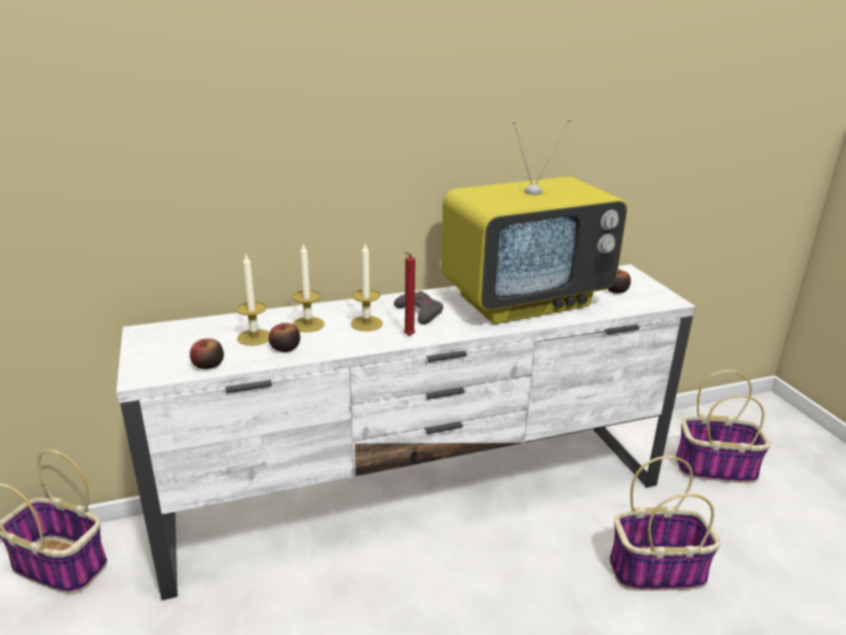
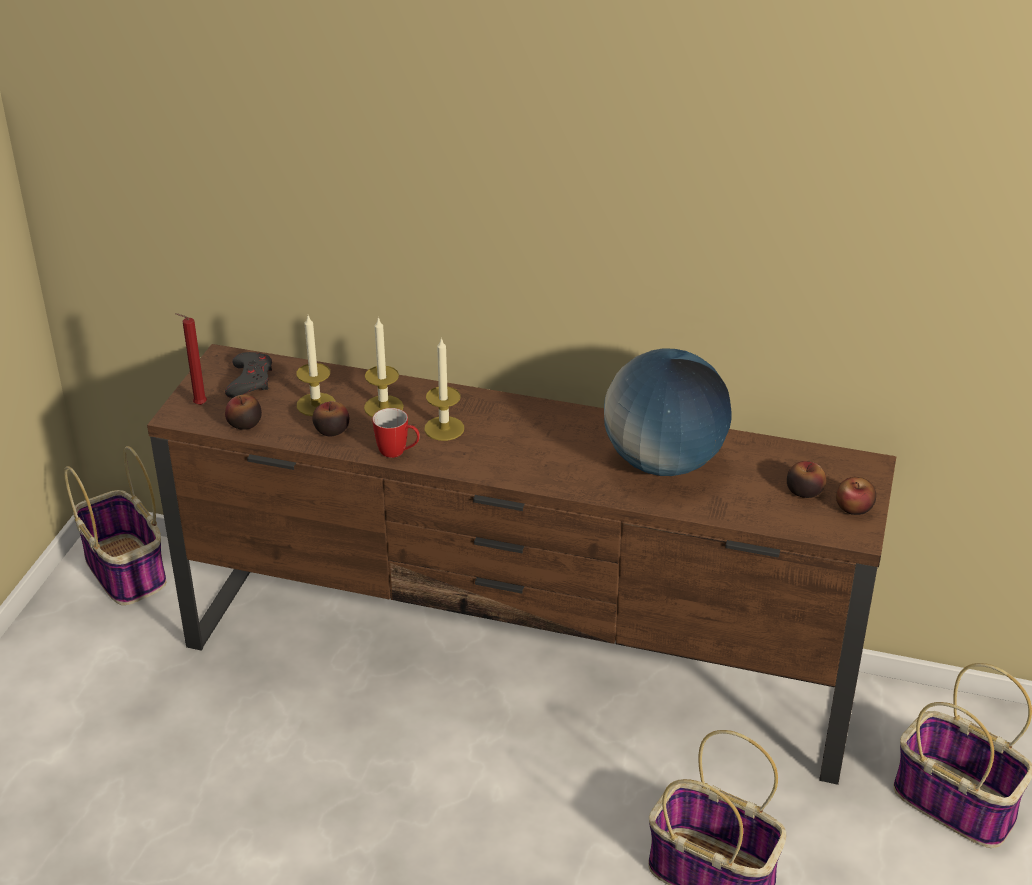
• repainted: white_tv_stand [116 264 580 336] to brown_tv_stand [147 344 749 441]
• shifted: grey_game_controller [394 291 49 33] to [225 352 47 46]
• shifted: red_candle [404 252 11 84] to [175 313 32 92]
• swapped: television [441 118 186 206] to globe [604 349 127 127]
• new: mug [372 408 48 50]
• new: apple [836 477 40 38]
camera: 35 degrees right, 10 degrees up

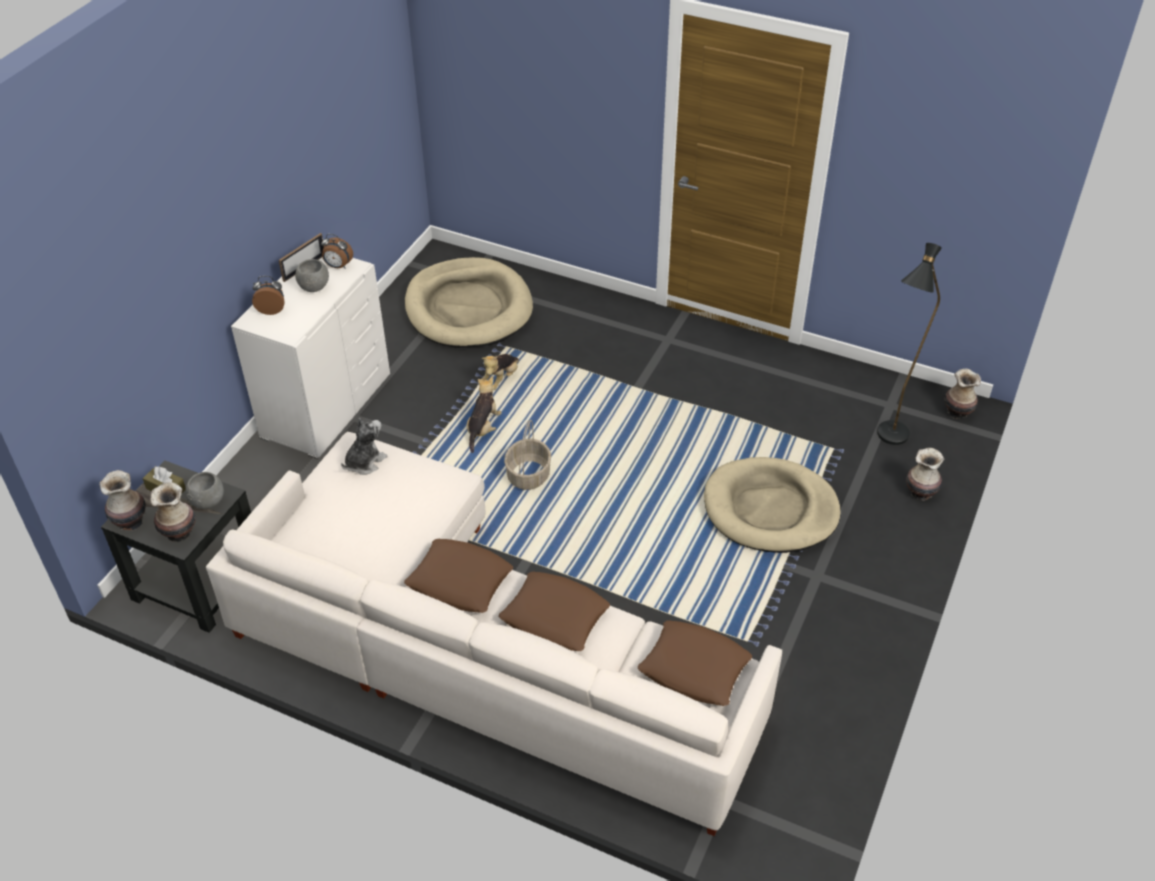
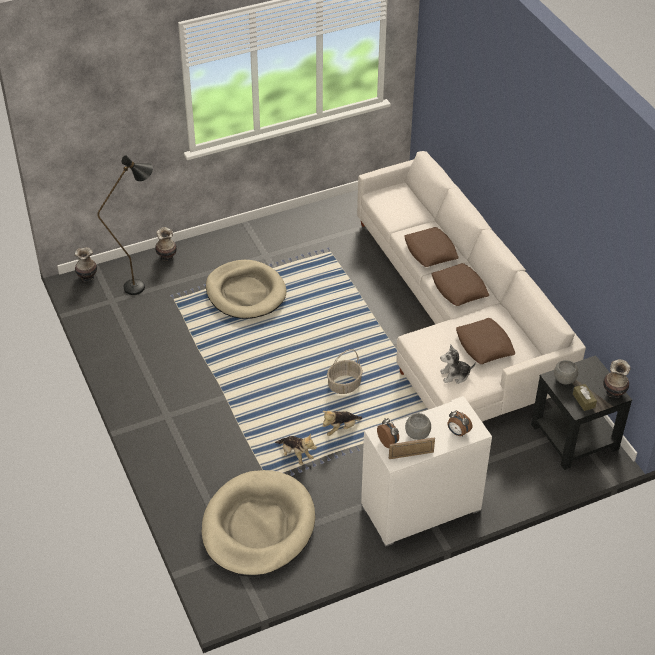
• gone: vase [150 482 45 60]
• rotated: plush_toy [481 354 38 36] = [275 434 42 31] 60 degrees clockwise
• shifted: brown_pillow [638 620 114 86] to [456 318 60 46]
camera: 140 degrees left, 0 degrees up

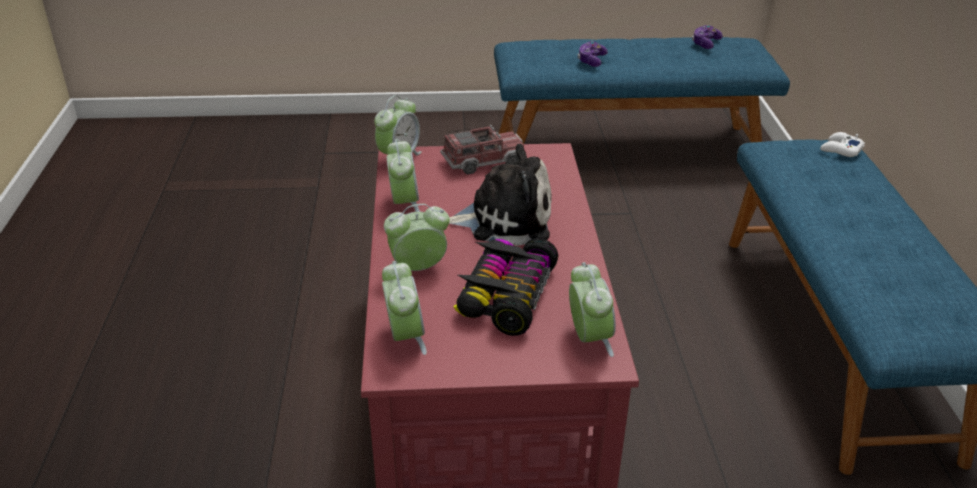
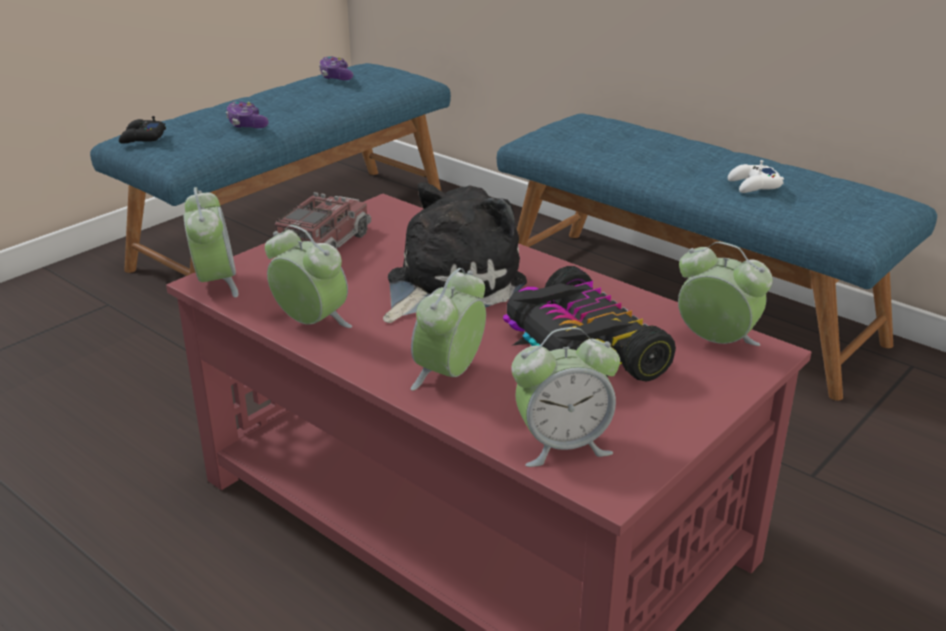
• rotated: alarm_clock [382 261 45 94] = [511 327 109 140] 135 degrees clockwise
• shifted: white_game_controller [820 132 45 25] to [728 160 56 33]
• new: black_game_controller [119 116 47 28]
camera: 45 degrees left, 5 degrees down

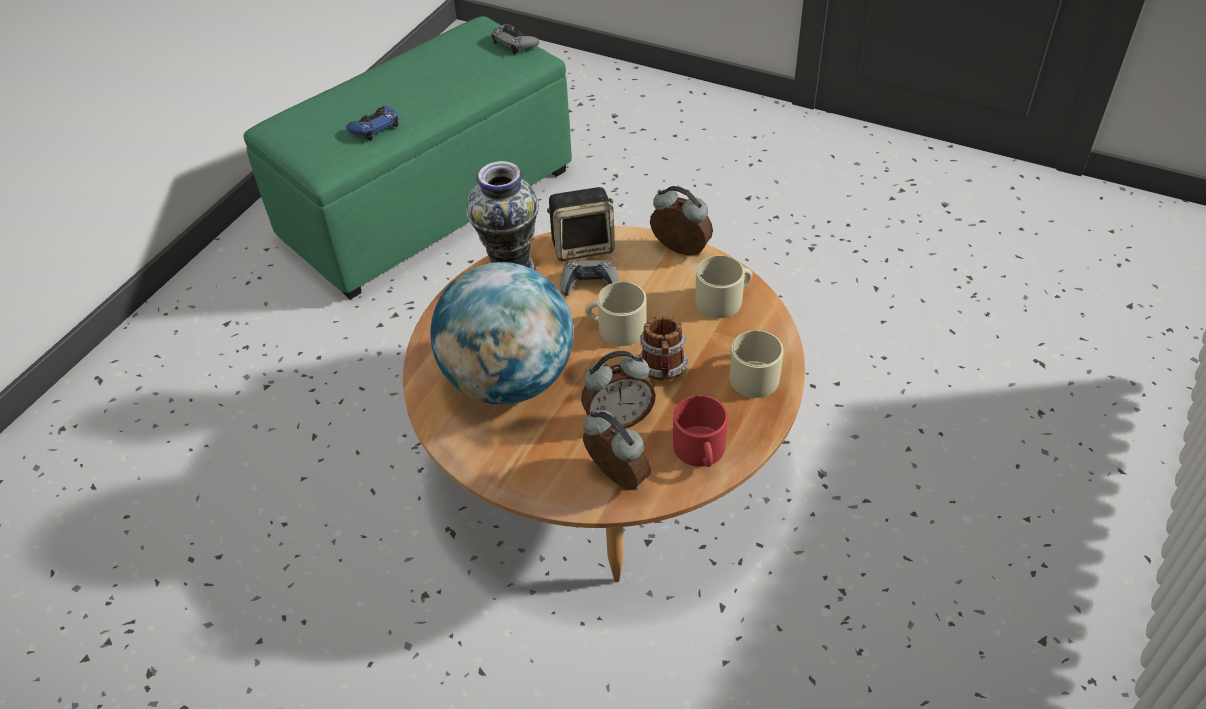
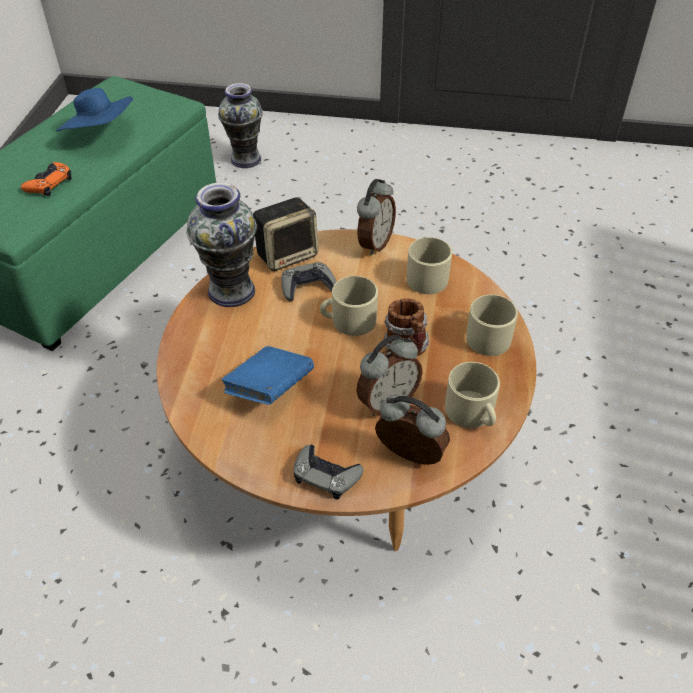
• repainted: blue_game_controller [346 106 52 35] to orange_game_controller [21 162 51 34]
• swapped: globe [430 262 143 143] to blue_book [221 346 93 59]
• shifted: grey_game_controller [492 24 47 30] to [294 445 70 55]
• rotated: alarm_clock [650 186 63 69] = [357 179 39 77] 105 degrees clockwise
• repainted: red_mug [673 395 55 72] to beige_mug [445 362 55 66]
• new: blue_hat [56 88 77 43]
• new: vase [218 83 45 85]
camera: 20 degrees left, 0 degrees up

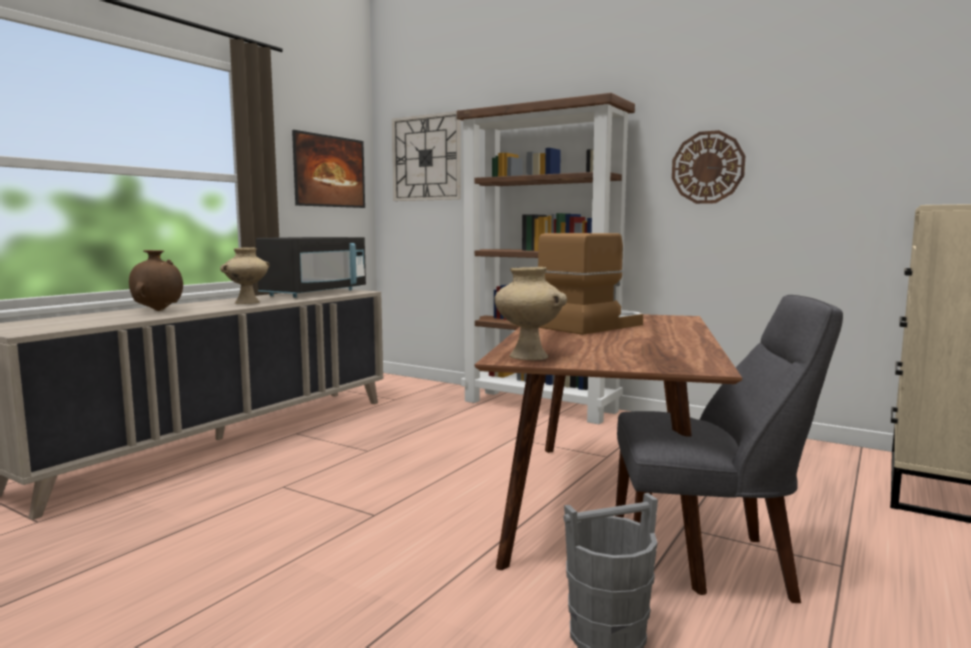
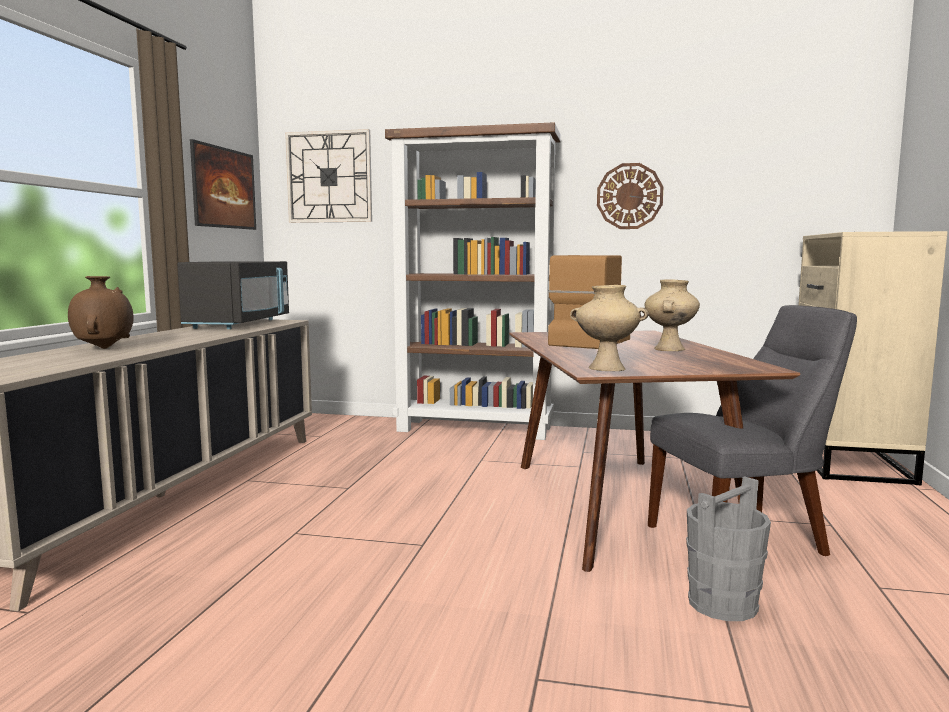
• shifted: beige_vase [220 247 50 57] to [645 279 55 72]
camera: 20 degrees left, 0 degrees up

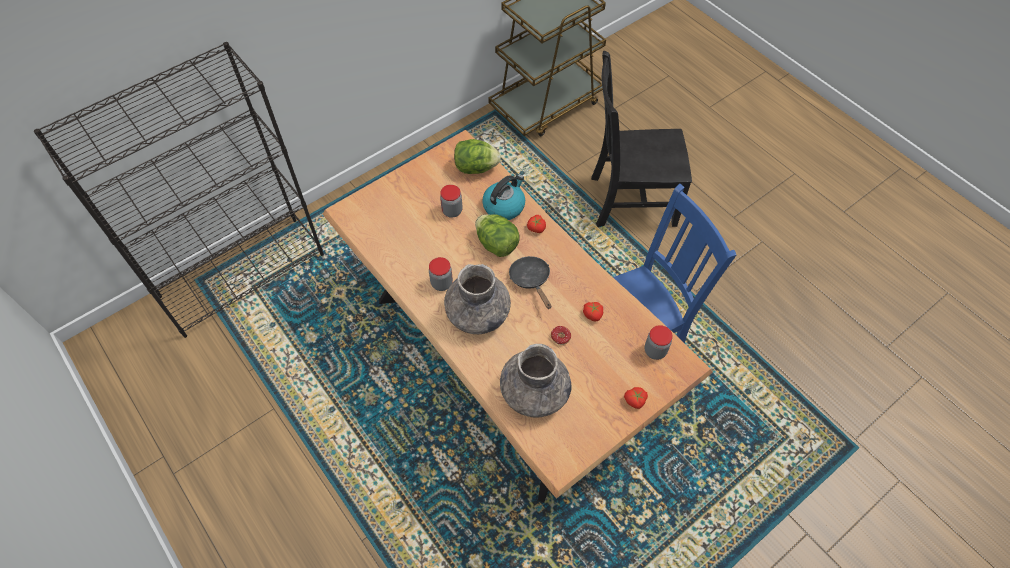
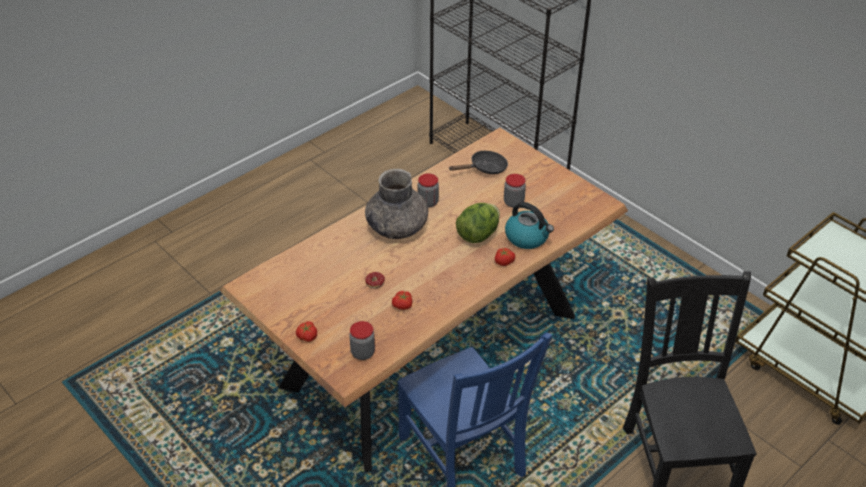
• gone: lettuce [454 139 47 35]
• gone: grey_vase [500 344 72 74]
• shifted: black_frying_pan [509 256 42 53] to [449 151 59 23]
camera: 85 degrees right, 15 degrees down

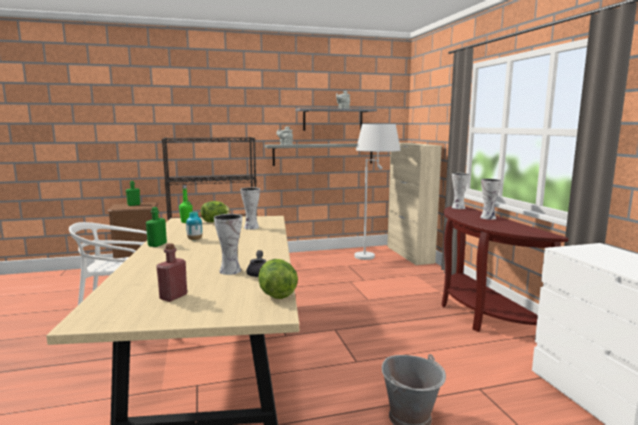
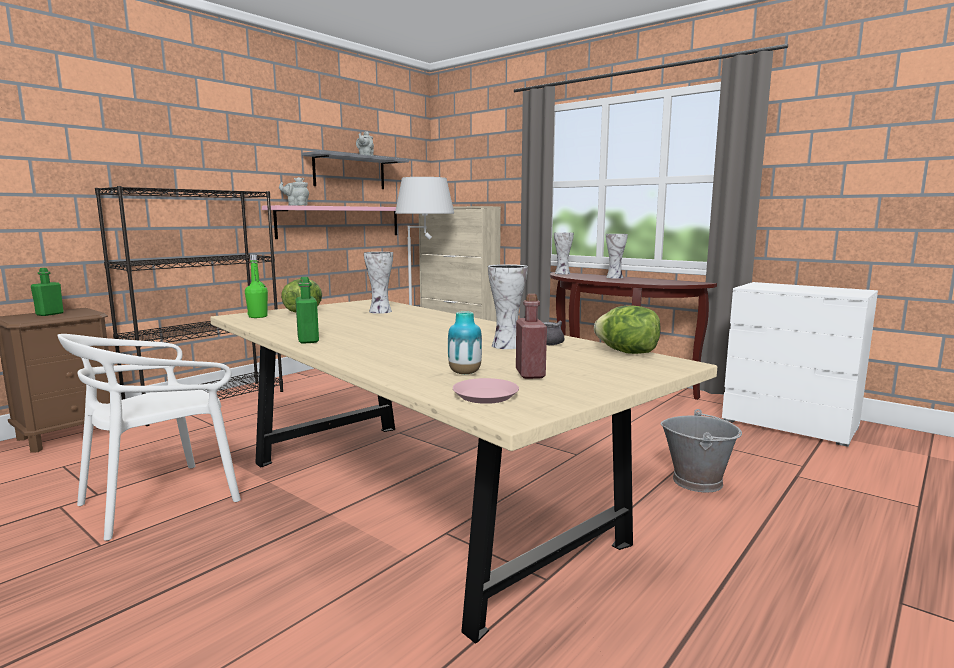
• shifted: vase [186 212 17 28] to [448 311 34 63]
• repainted: grey_shelf [264 144 108 22] to pink_shelf [262 205 135 34]
• new: pink_plate [453 378 66 26]
camera: 35 degrees left, 0 degrees up

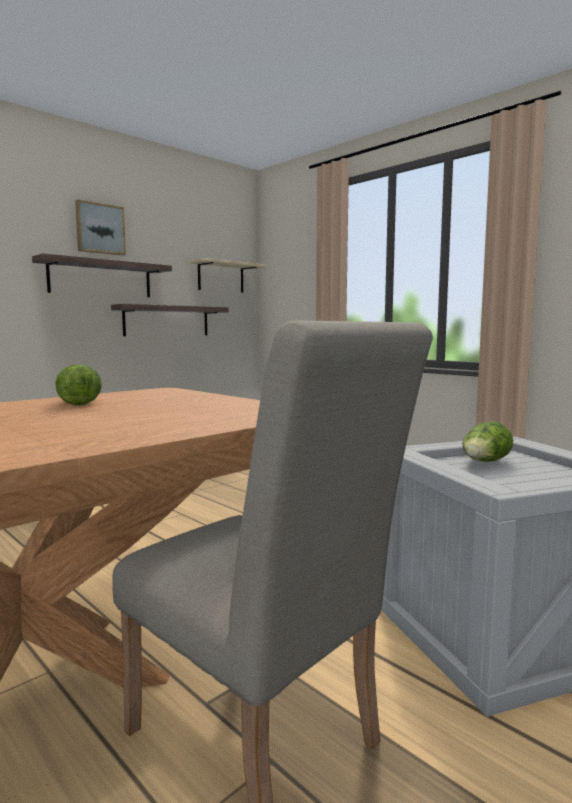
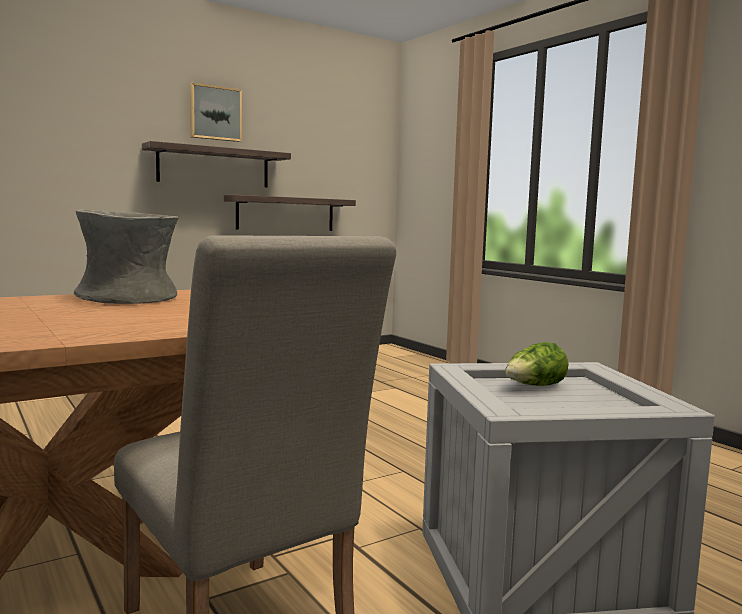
• swapped: lettuce [55 364 47 41] to grey_vase [74 209 104 95]
• gone: beige_shelf [189 258 78 35]
camera: 10 degrees right, 0 degrees up

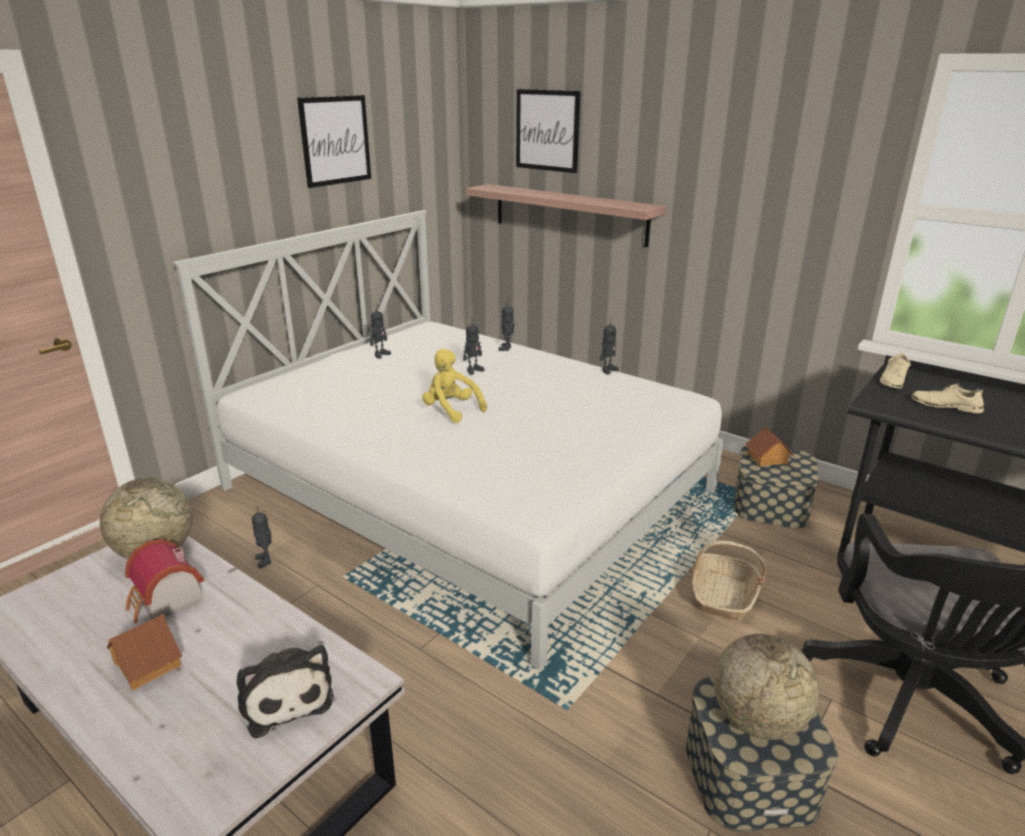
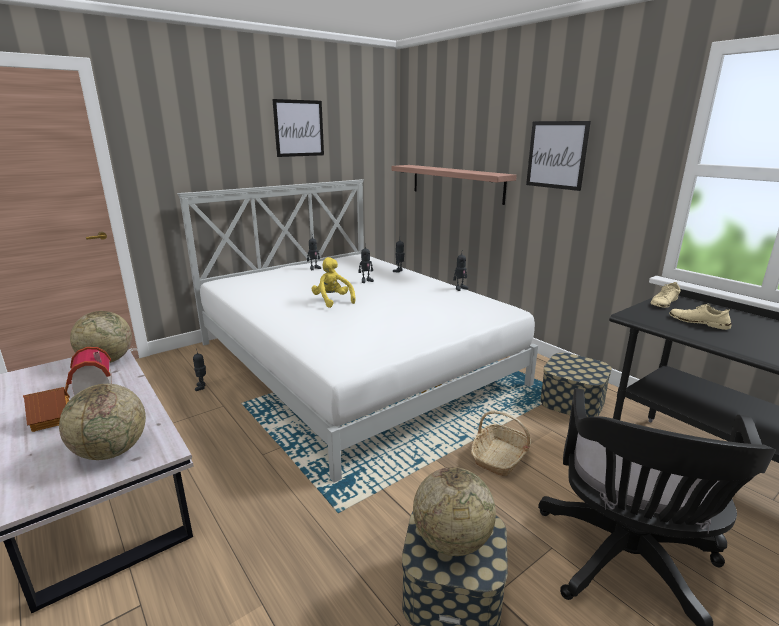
• swapped: plush_toy [237 645 97 94] to globe [59 384 87 76]
• shifted: picture [516 89 65 84] to [526 121 65 70]
• gone: toy_house [745 426 49 41]
camera: 15 degrees right, 5 degrees down

